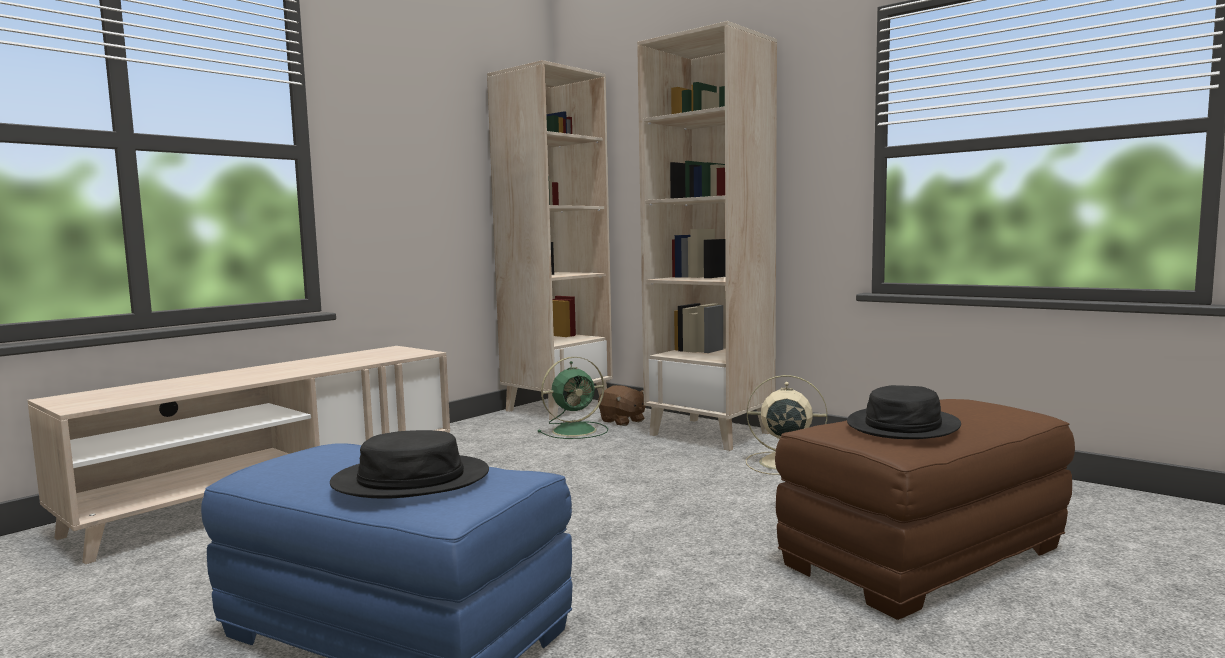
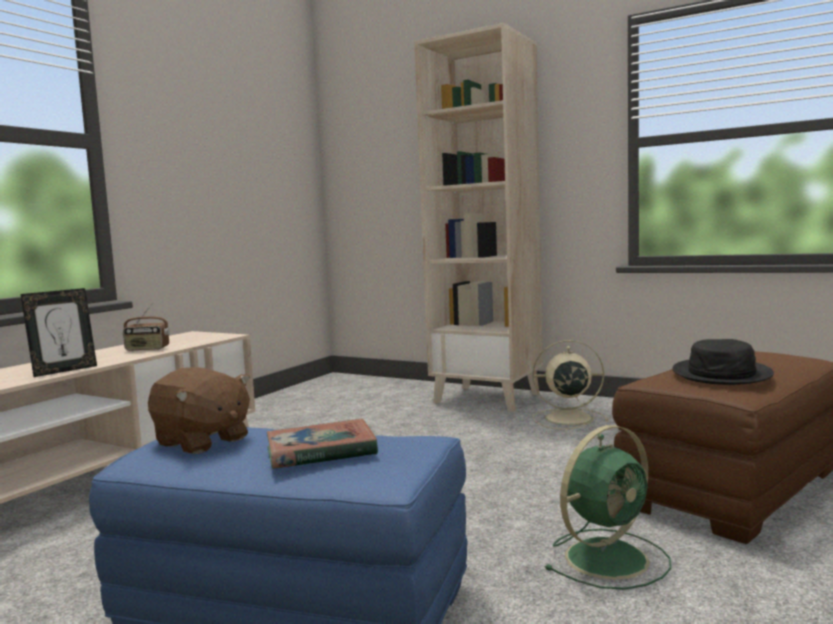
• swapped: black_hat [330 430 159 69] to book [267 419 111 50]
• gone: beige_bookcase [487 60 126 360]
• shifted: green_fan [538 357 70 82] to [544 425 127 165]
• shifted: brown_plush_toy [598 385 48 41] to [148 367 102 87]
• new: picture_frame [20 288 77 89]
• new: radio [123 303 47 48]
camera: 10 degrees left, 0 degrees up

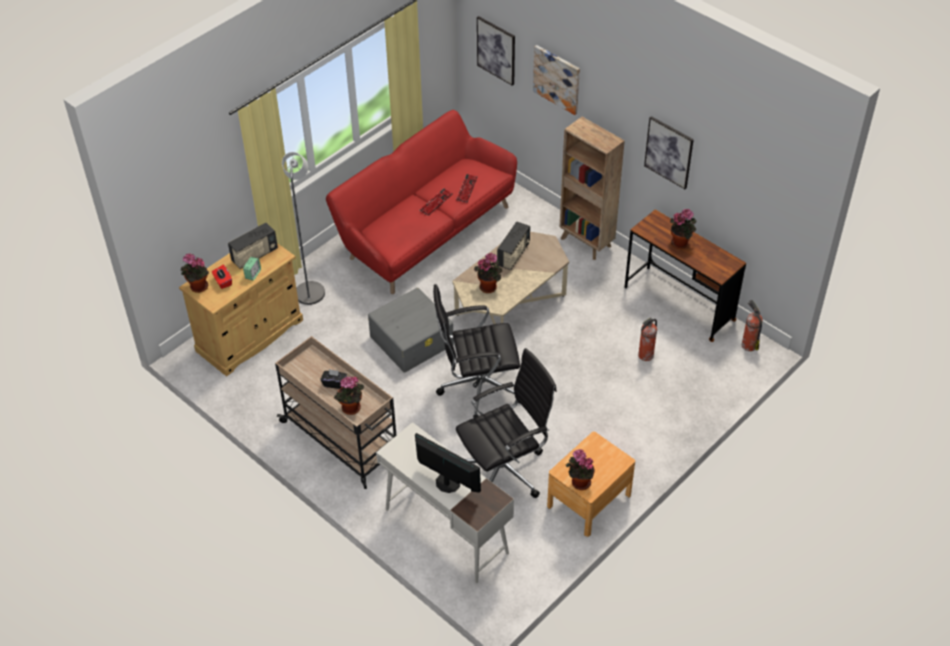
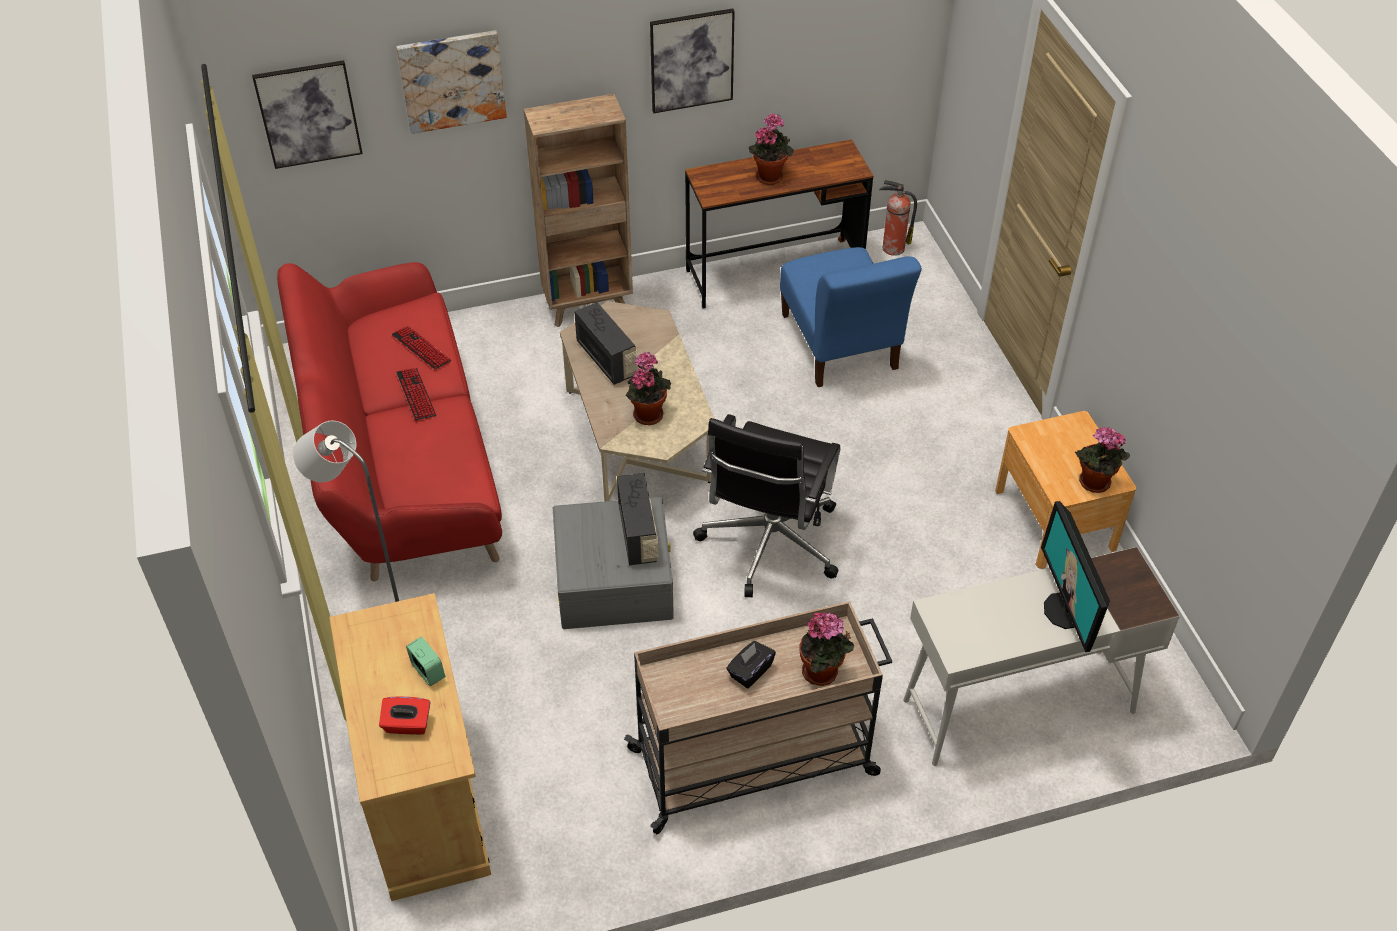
• gone: potted_plant [181 253 28 40]
• shifted: radio [228 223 50 46] to [617 473 41 92]
• rotated: monitor [415 433 66 60] = [1041 501 69 151] 75 degrees counterclockwise
• gone: black_office_chair [456 348 100 150]
• swapped: fire_extinguisher [638 318 19 43] to blue_chair [780 247 142 140]
camera: 60 degrees left, 0 degrees up

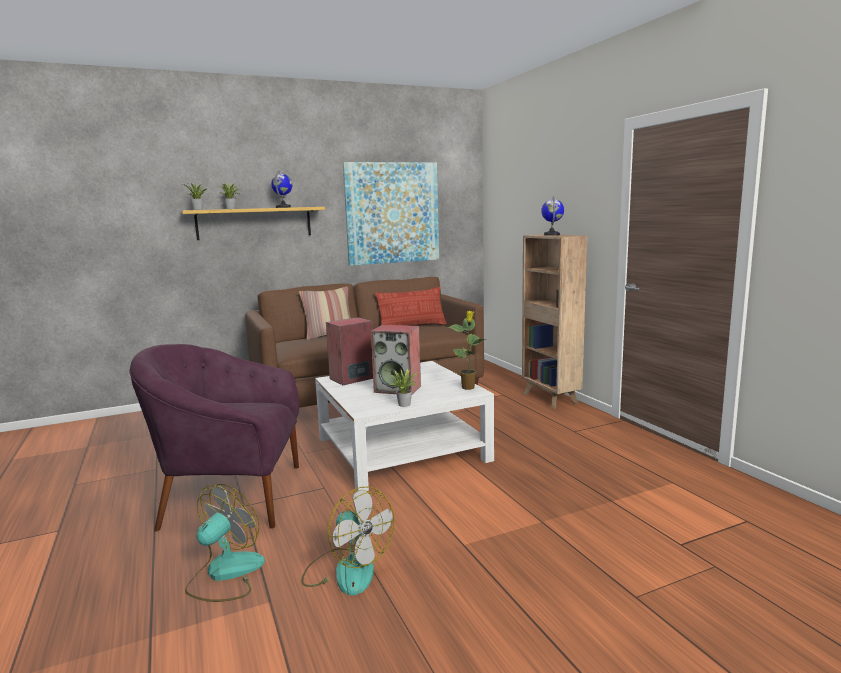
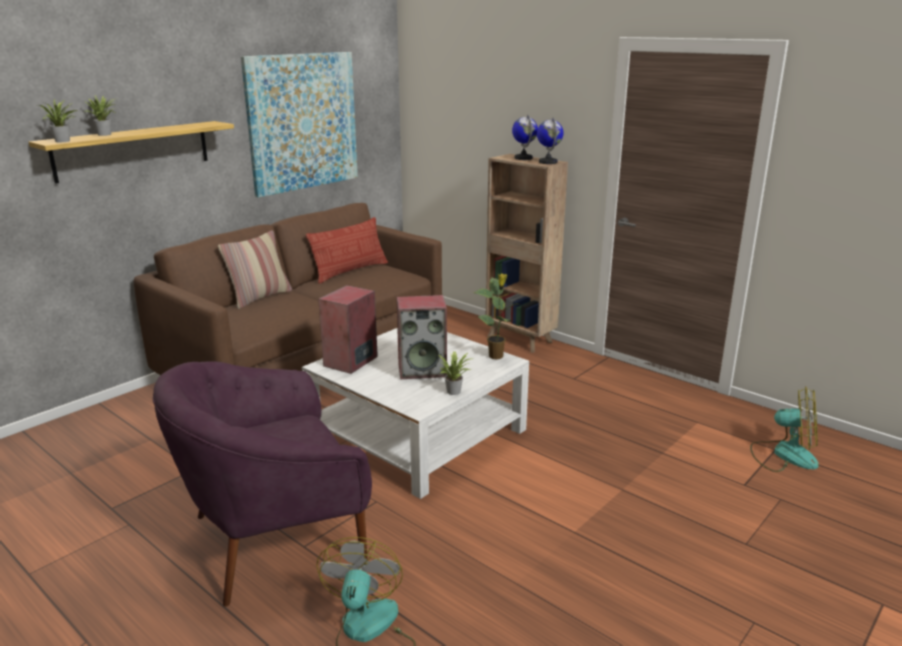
• shifted: globe [271 171 22 37] to [537 117 27 47]
• shifted: fan [301 486 94 109] to [750 387 69 85]
camera: 25 degrees left, 10 degrees up

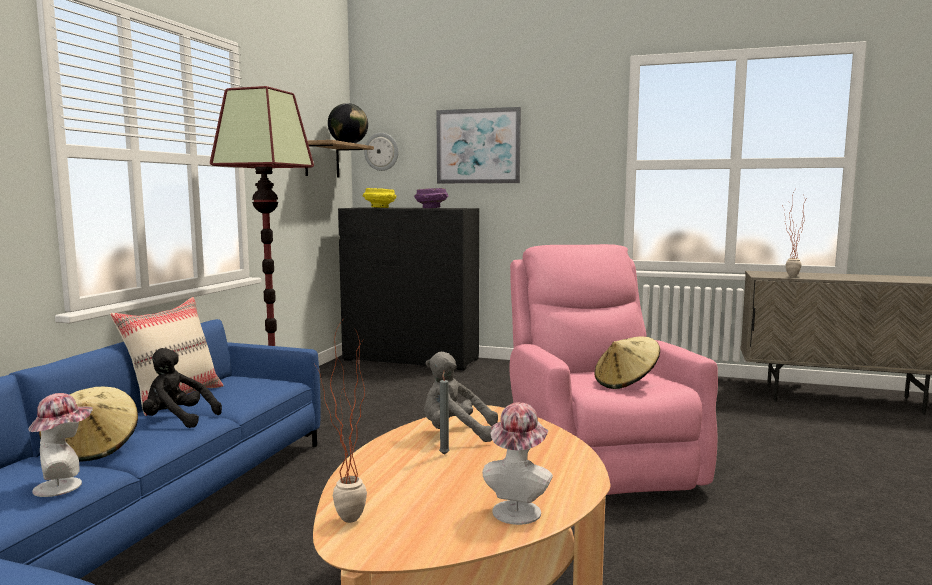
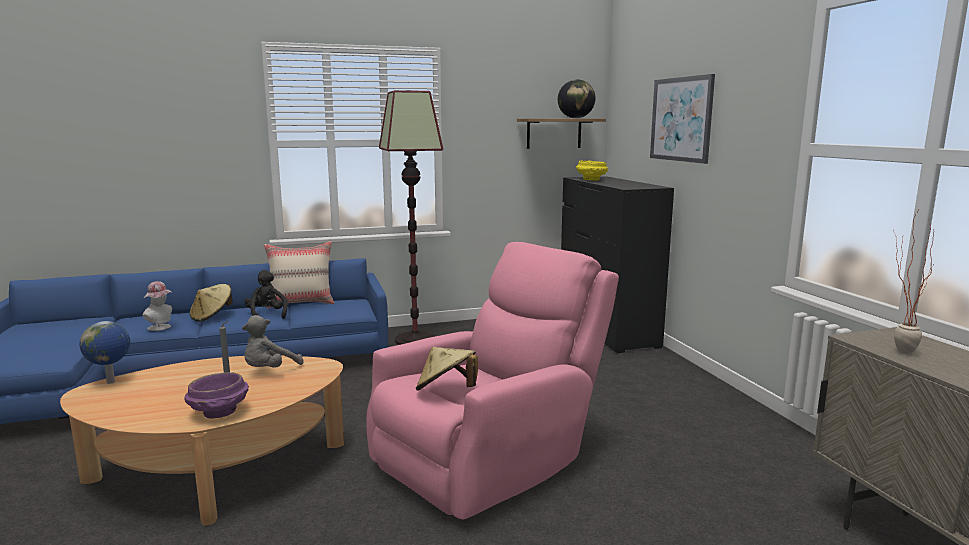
• swapped: potted_plant [315 321 52 202] to globe [79 321 51 63]
• gone: wall_clock [364 133 35 38]
• shifted: purple_bowl [414 188 35 20] to [184 372 65 47]
• rotated: grey_plush_toy [424 352 74 90] = [242 315 61 53] 120 degrees counterclockwise
• gone: hat [482 402 71 123]
camera: 55 degrees right, 5 degrees up

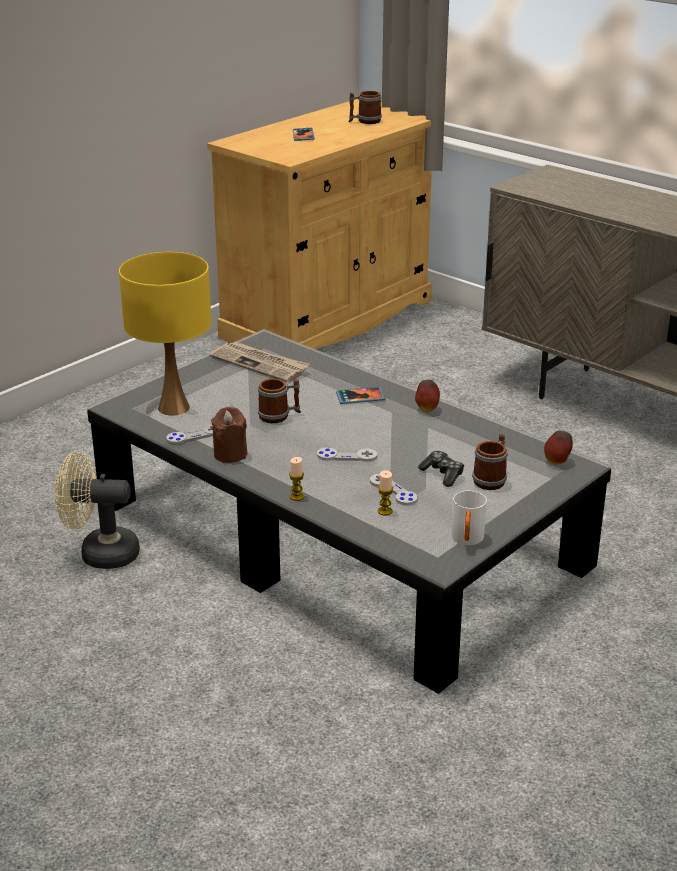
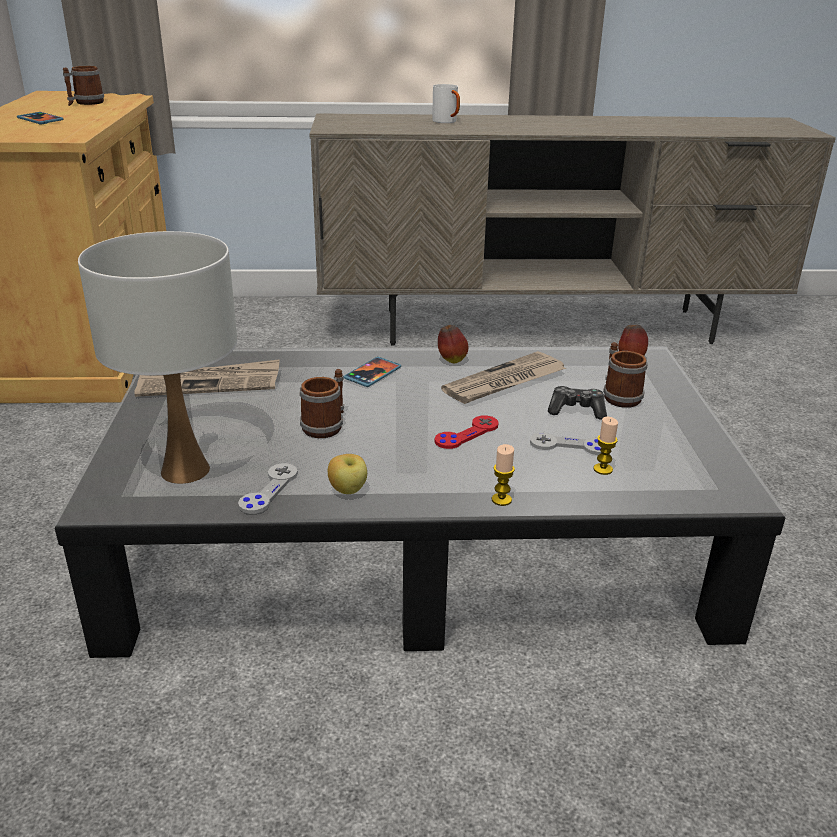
• gone: beige_fan [55 452 85 117]
• repainted: yellow_table_lamp [119 252 92 163] to white_table_lamp [78 231 159 253]
• swapped: brown_candle [211 407 36 56] to apple [328 454 39 40]
• repainted: grey_game_controller [317 447 60 14] to red_game_controller [435 415 64 34]
• shifted: white_mug [452 491 35 54] to [432 84 28 39]
• new: newspaper [441 351 125 53]
camera: 45 degrees left, 0 degrees up

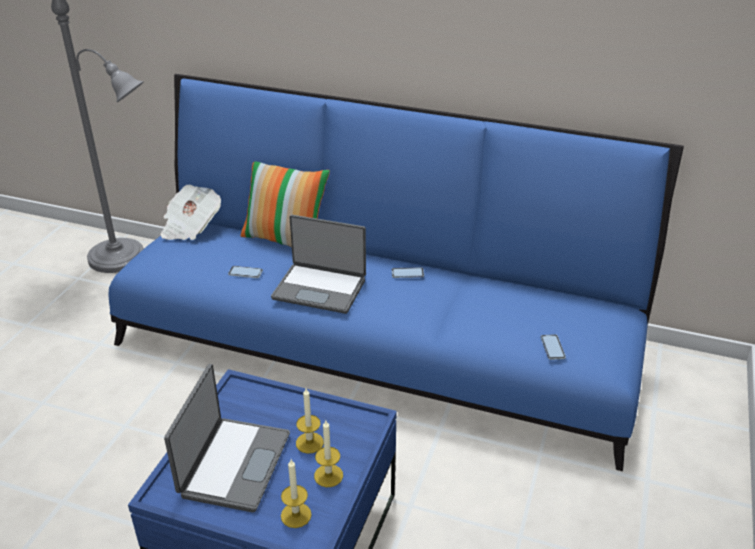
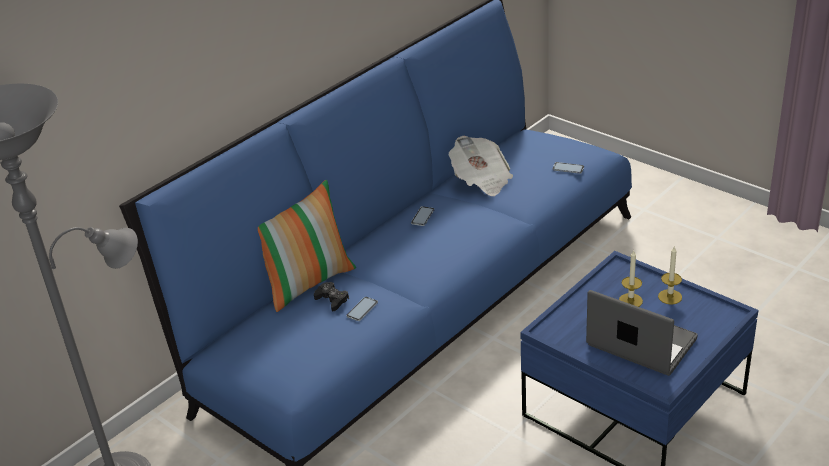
• shifted: newspaper [160 184 61 56] to [449 136 64 60]
• gone: laptop [271 215 95 99]
• gone: candle [281 459 31 69]
• new: black_game_controller [314 282 35 29]
camera: 65 degrees left, 0 degrees up

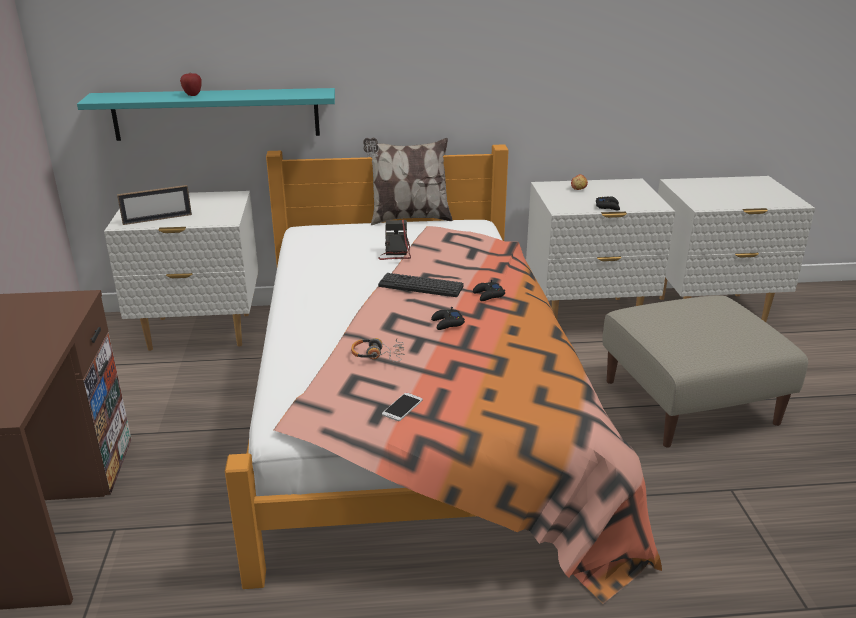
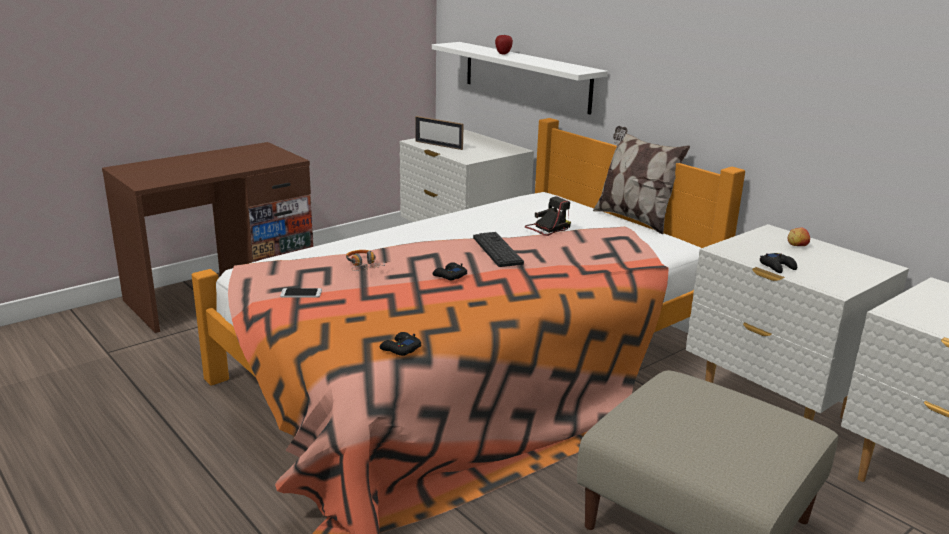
• repainted: turquoise_shelf [77 88 258 53] to white_shelf [432 42 176 73]
• shifted: black_game_controller [473 280 32 21] to [380 332 41 24]
camera: 55 degrees right, 5 degrees down

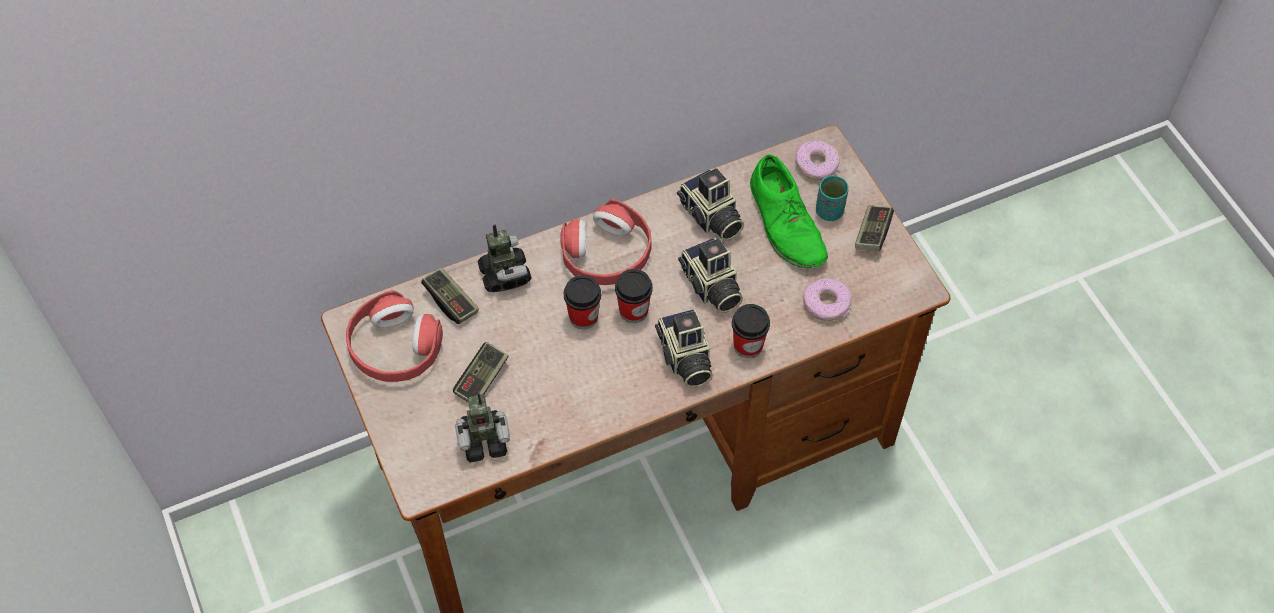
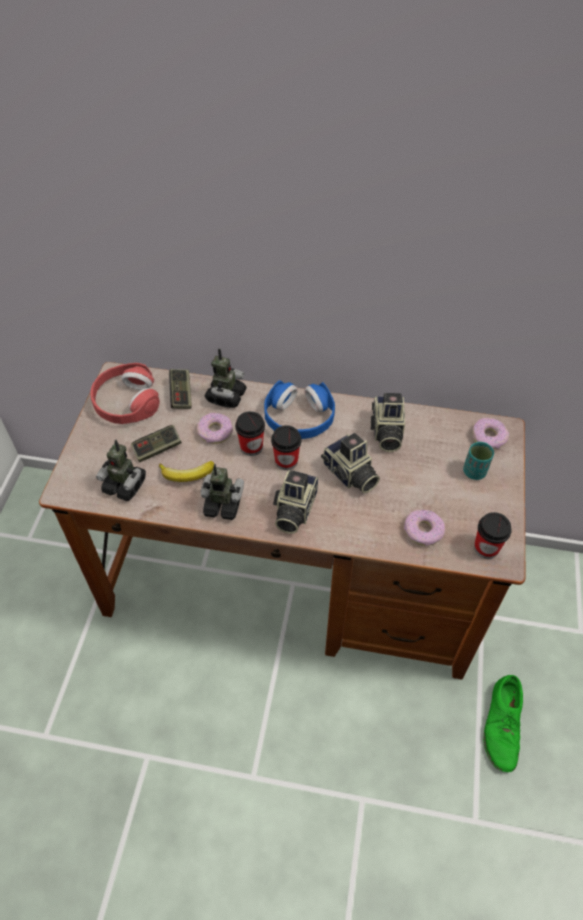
• repainted: red_headphones [561 199 90 86] to blue_headphones [264 380 71 59]
• rotated: photo_camera [678 237 65 76] = [321 433 59 60] 45 degrees counterclockwise
• shifted: cup [732 304 38 54] to [474 512 38 47]
• shifted: green_shoe [750 155 78 114] to [483 675 40 97]
• gone: game_controller [855 205 39 47]
• new: banana [159 461 55 21]
• new: donut [197 413 36 31]
• new: toy_robot [200 464 44 56]
camera: 35 degrees right, 5 degrees down

